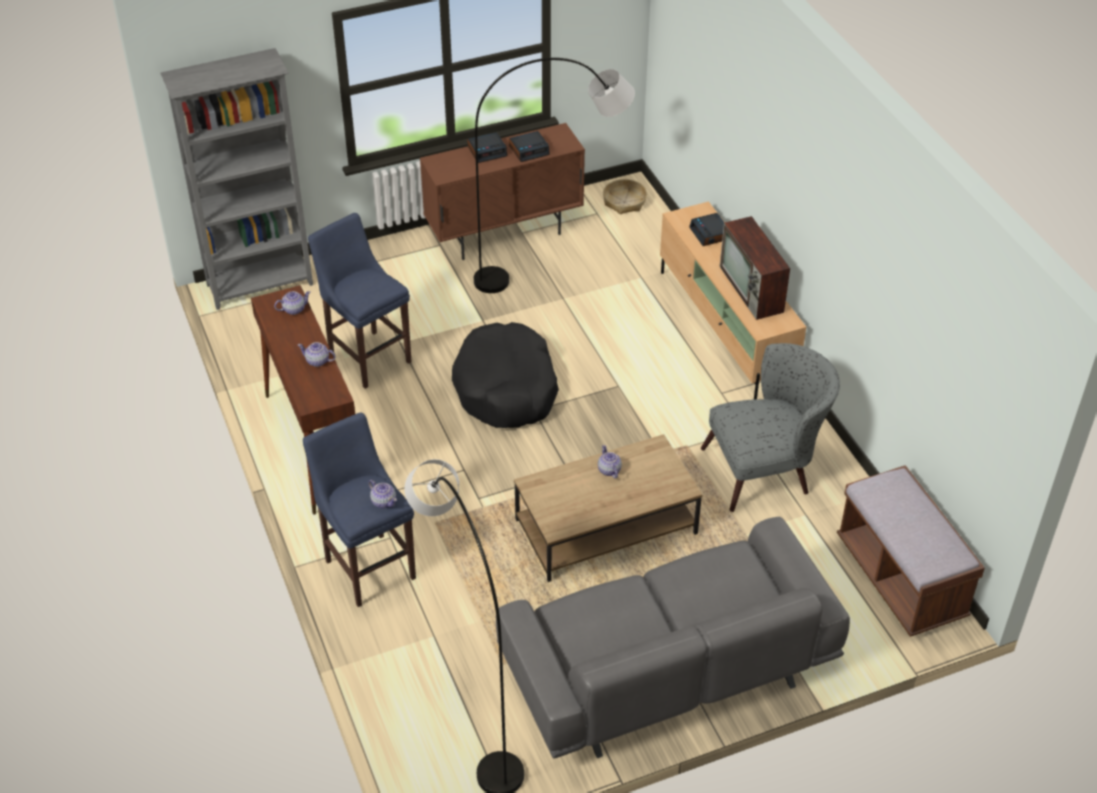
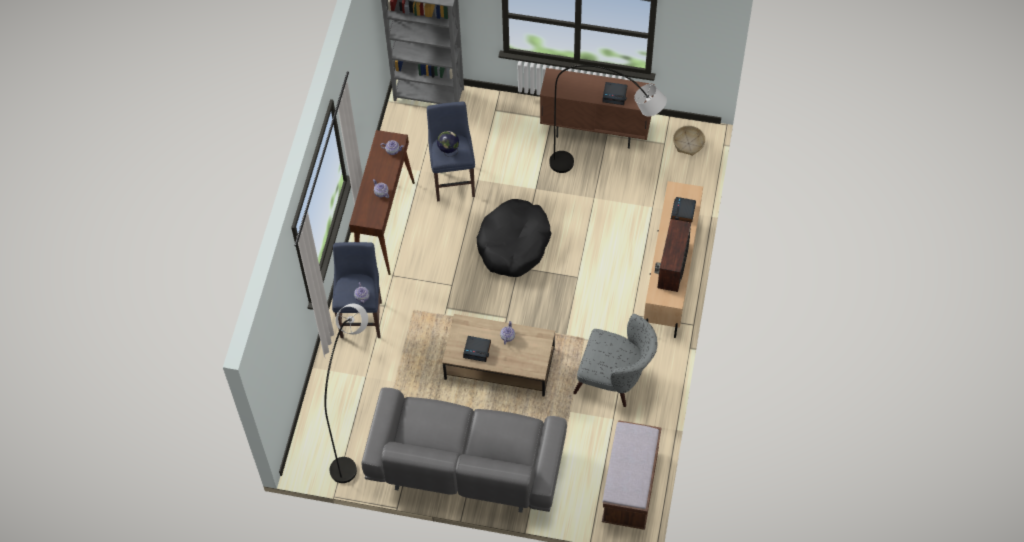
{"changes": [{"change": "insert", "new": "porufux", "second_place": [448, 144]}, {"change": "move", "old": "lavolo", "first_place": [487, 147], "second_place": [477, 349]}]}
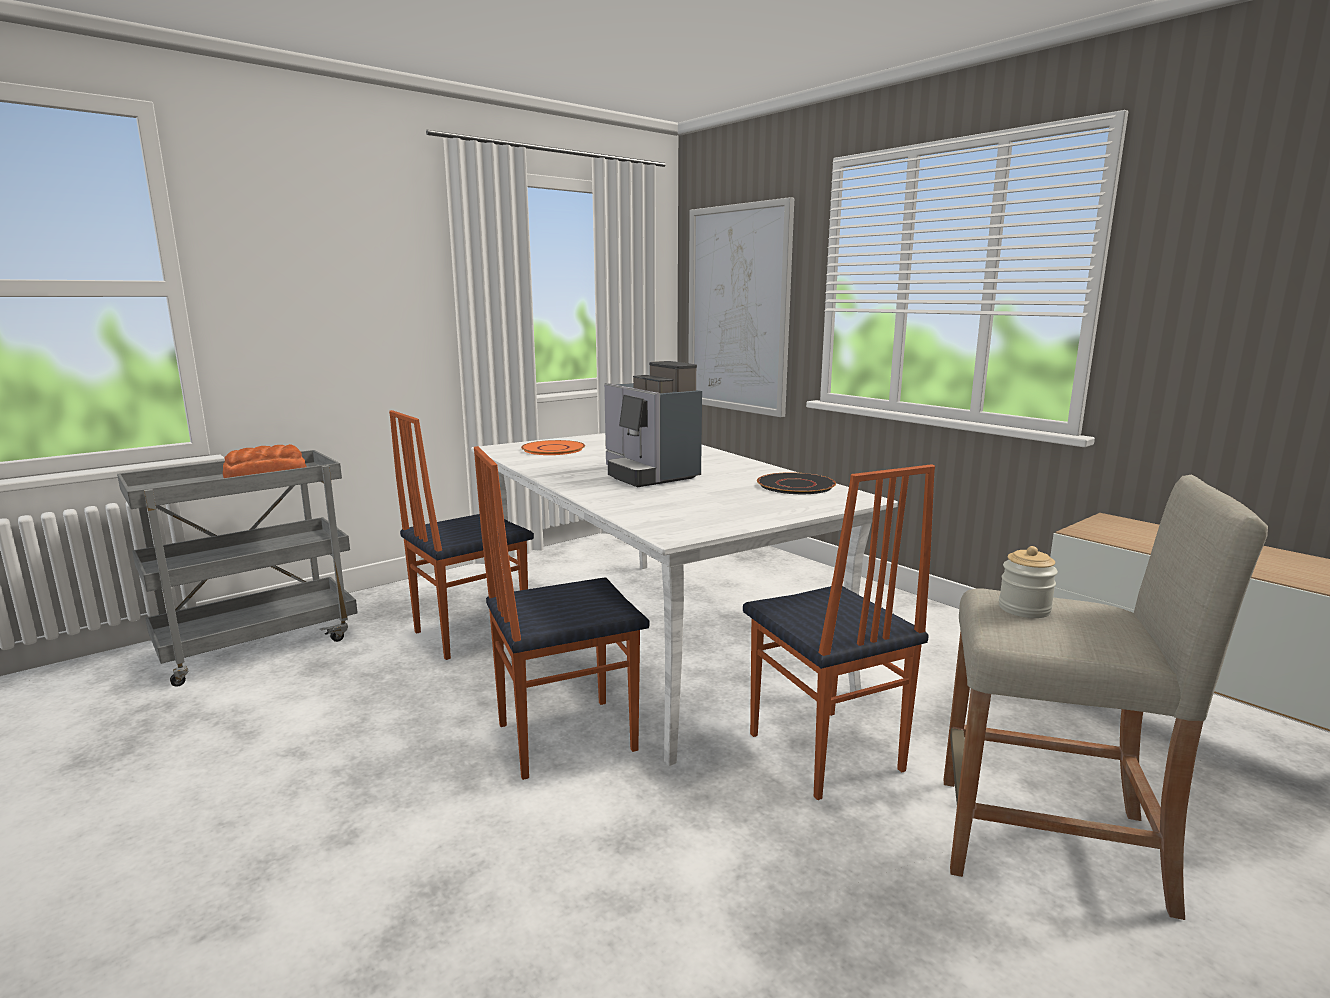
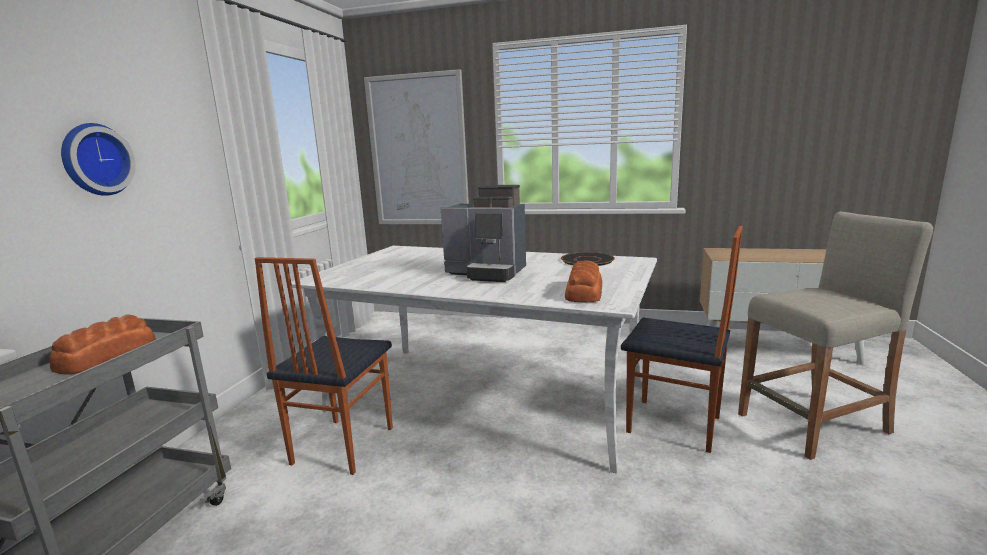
{"changes": [{"change": "delete", "old": "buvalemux", "first_place": [561, 613]}, {"change": "delete", "old": "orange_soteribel", "first_place": [553, 447]}, {"change": "delete", "old": "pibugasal", "first_place": [1028, 582]}, {"change": "insert", "new": "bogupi", "second_place": [98, 159]}, {"change": "insert", "new": "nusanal", "second_place": [583, 281]}]}
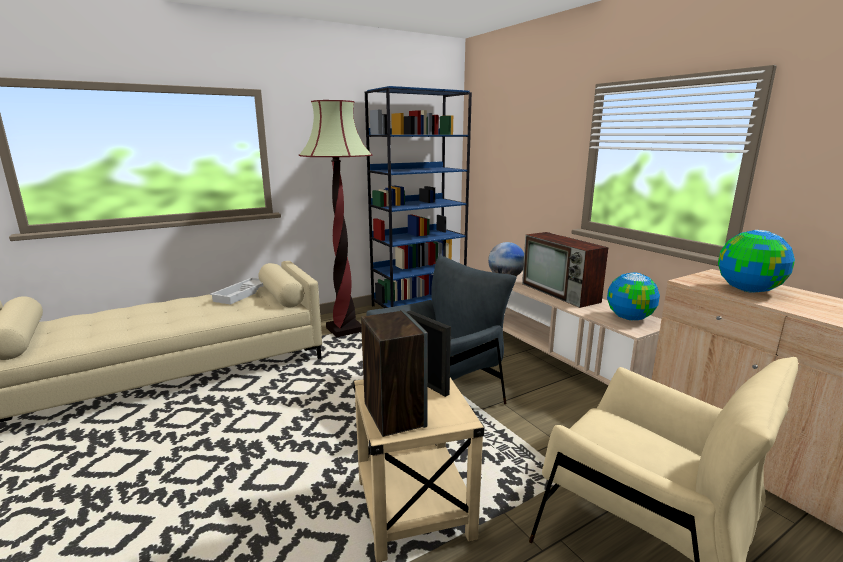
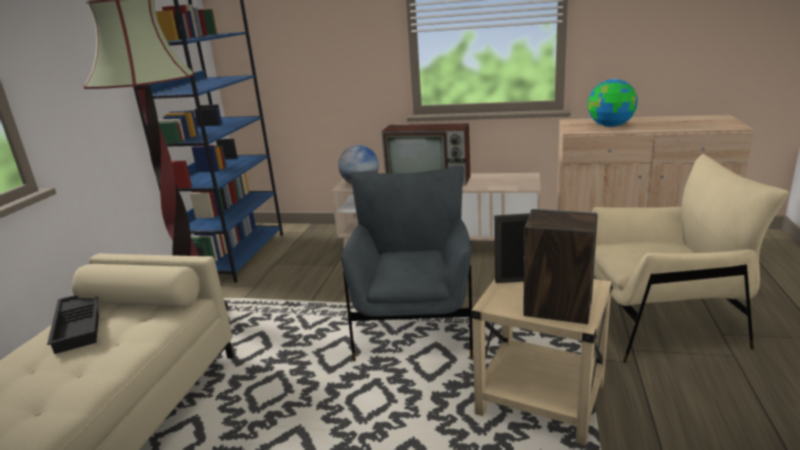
{"changes": [{"change": "delete", "old": "porufux", "first_place": [633, 296]}, {"change": "recolor", "old": "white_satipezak", "new": "black_satipezak", "first_place": [236, 291], "second_place": [73, 324]}]}
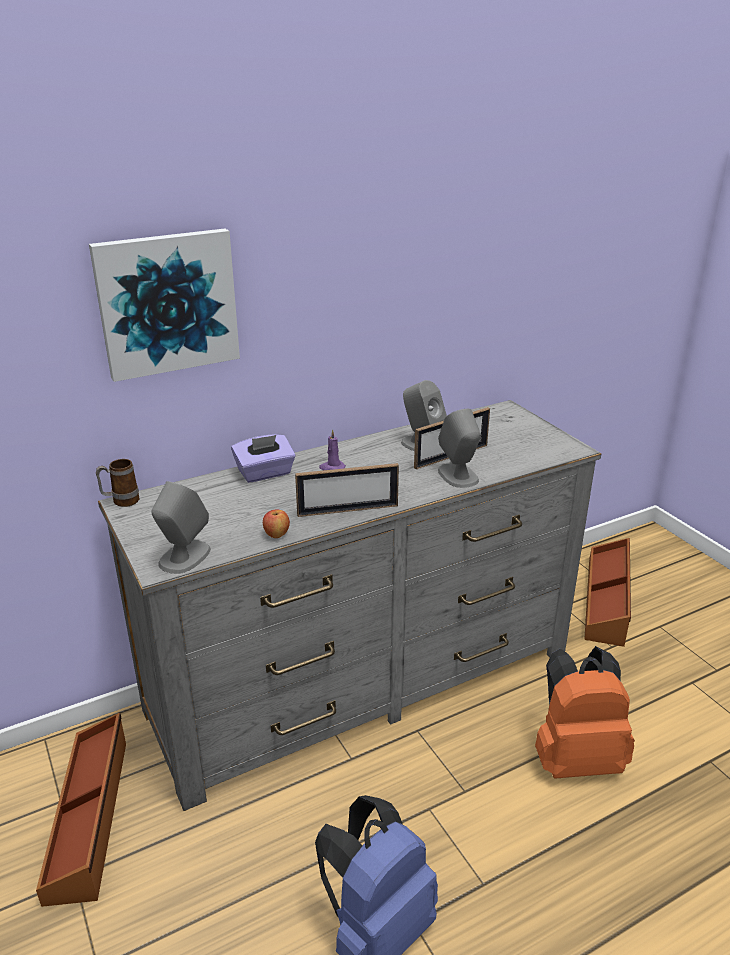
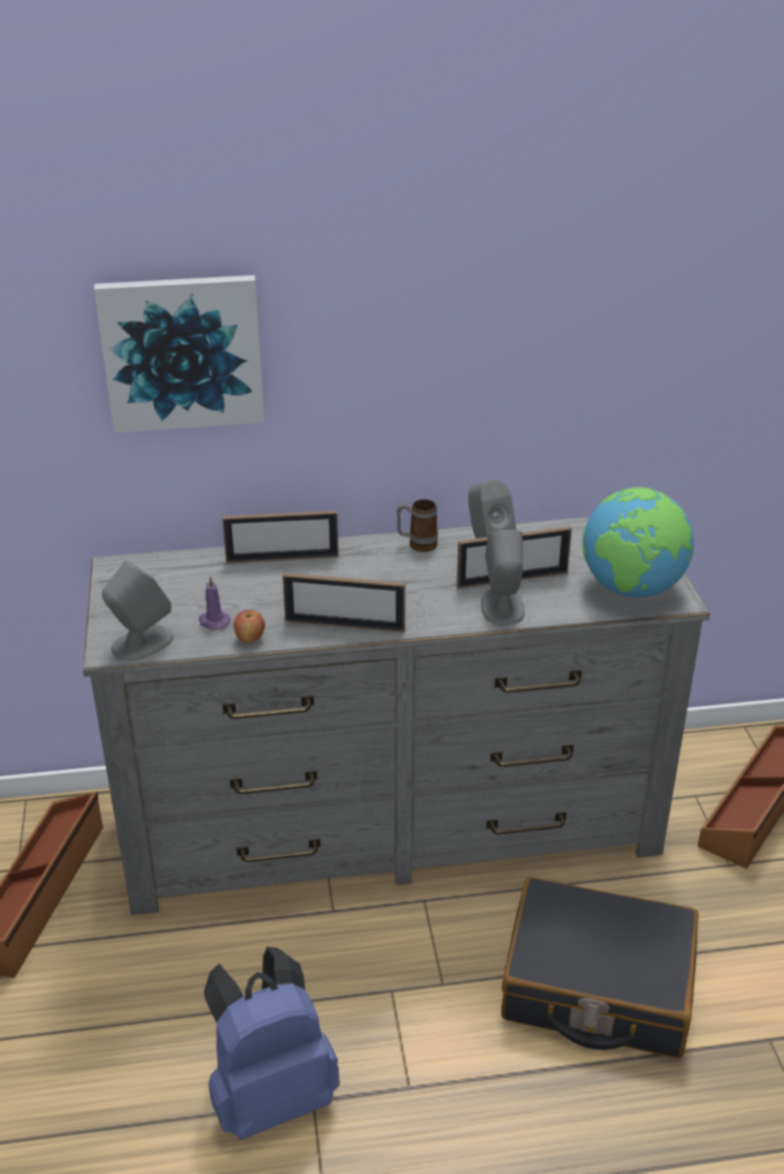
{"changes": [{"change": "insert", "new": "porufux", "second_place": [638, 542]}, {"change": "move", "old": "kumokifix", "first_place": [117, 483], "second_place": [417, 525]}, {"change": "move", "old": "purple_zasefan", "first_place": [332, 449], "second_place": [215, 603]}, {"change": "replace", "old": "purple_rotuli", "new": "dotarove", "first_place": [263, 458], "second_place": [280, 536]}, {"change": "replace", "old": "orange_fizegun", "new": "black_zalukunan", "first_place": [585, 712], "second_place": [600, 967]}]}
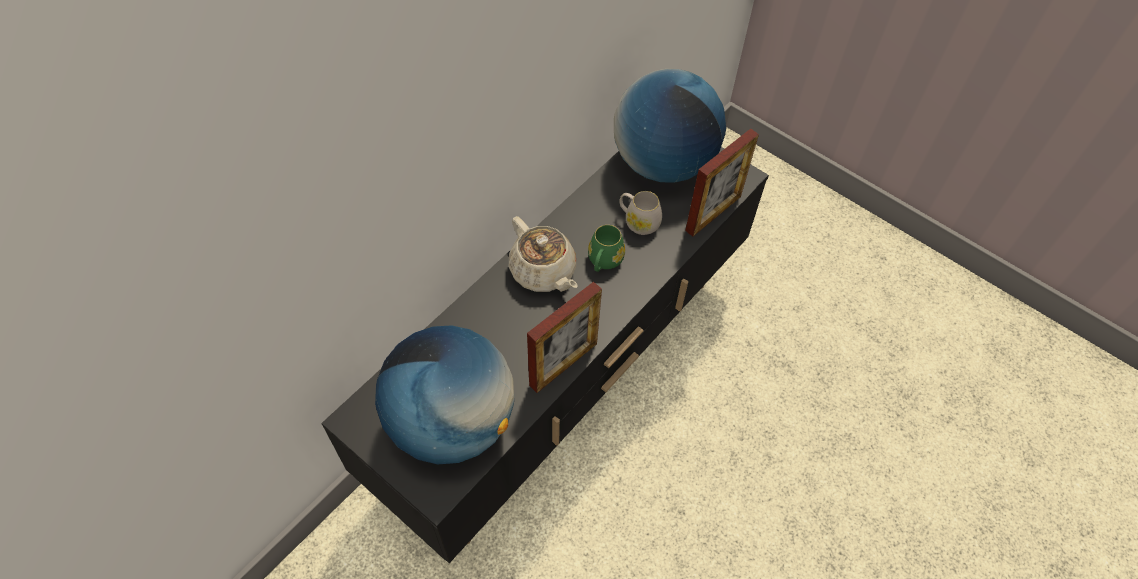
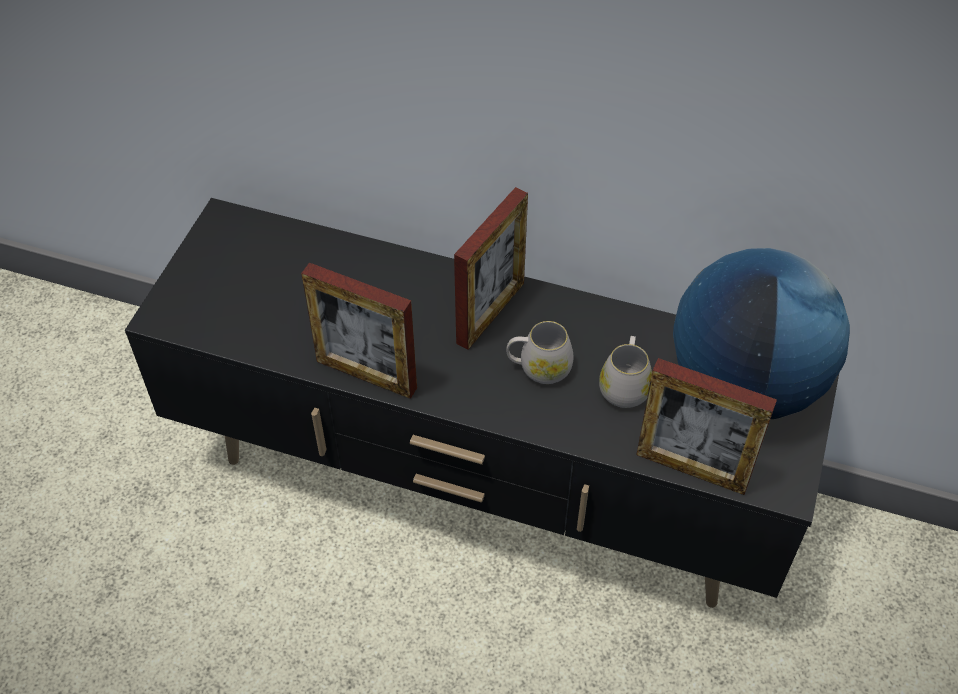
{"changes": [{"change": "delete", "old": "porufux", "first_place": [444, 394]}, {"change": "replace", "old": "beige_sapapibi", "new": "dotarove", "first_place": [543, 254], "second_place": [491, 268]}, {"change": "recolor", "old": "green_kumokifix", "new": "white_kumokifix", "first_place": [606, 248], "second_place": [539, 352]}]}
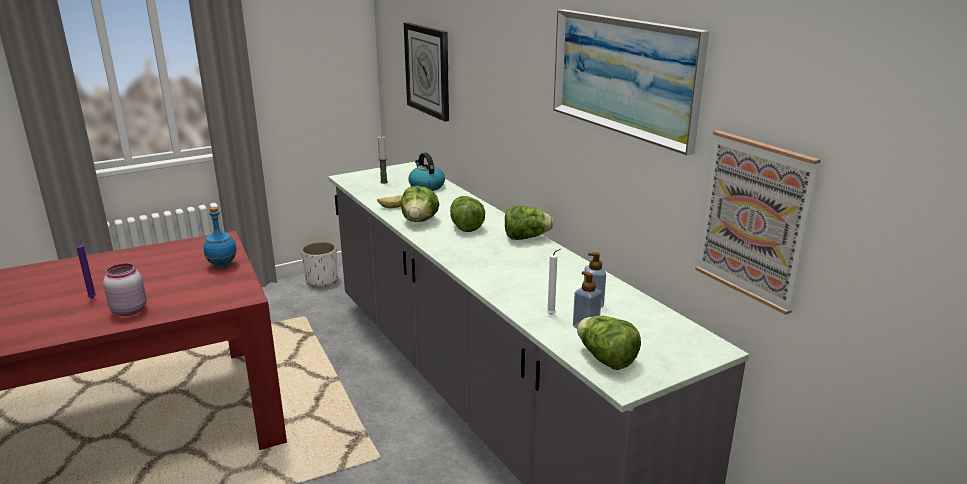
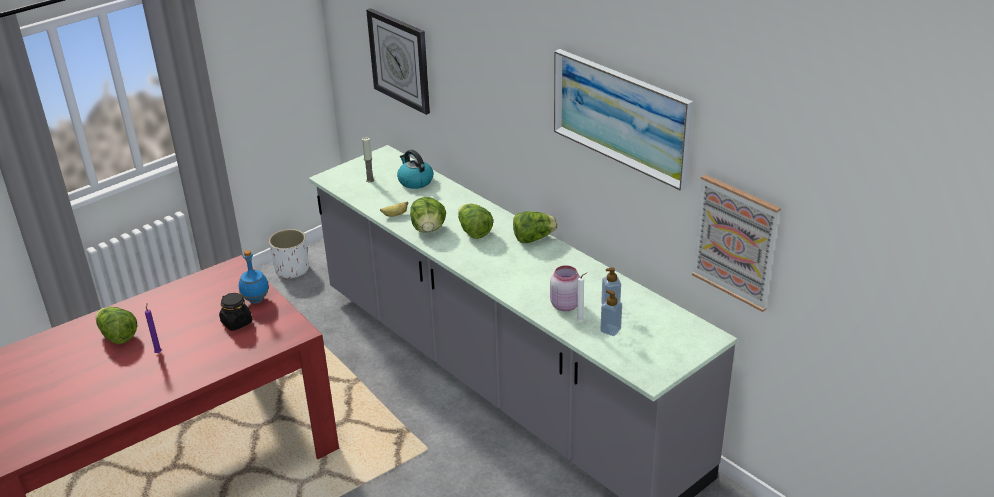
{"changes": [{"change": "insert", "new": "black_pibugasal", "second_place": [235, 312]}, {"change": "move", "old": "pink_pibugasal", "first_place": [124, 290], "second_place": [565, 288]}, {"change": "move", "old": "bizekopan", "first_place": [609, 343], "second_place": [117, 325]}]}
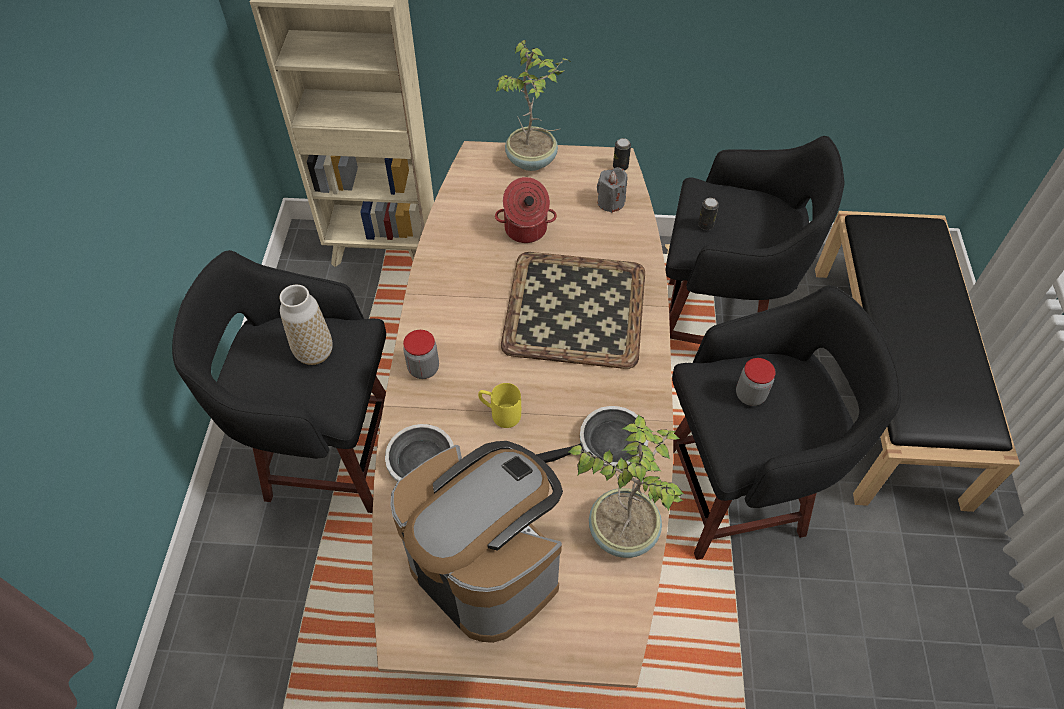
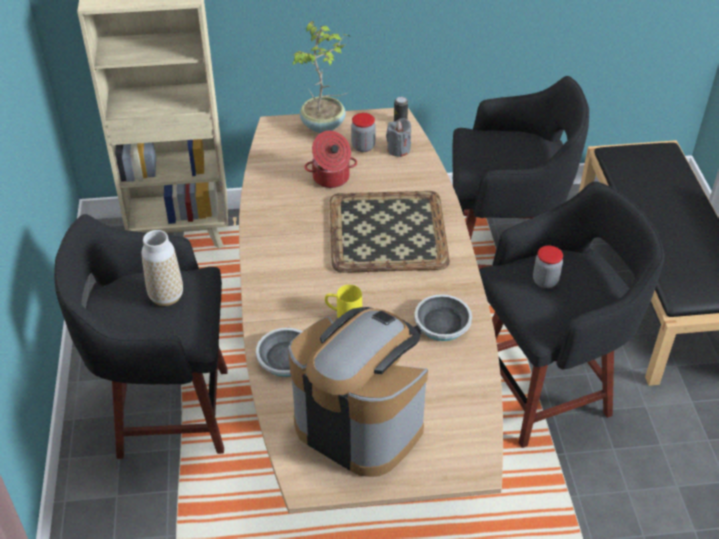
{"changes": [{"change": "delete", "old": "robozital", "first_place": [626, 486]}, {"change": "delete", "old": "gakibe", "first_place": [708, 214]}, {"change": "move", "old": "pibugasal", "first_place": [421, 354], "second_place": [363, 132]}]}
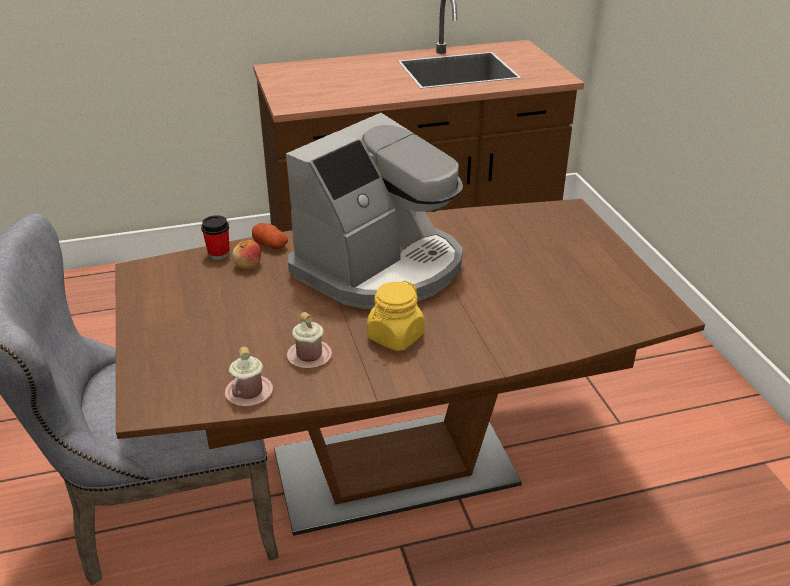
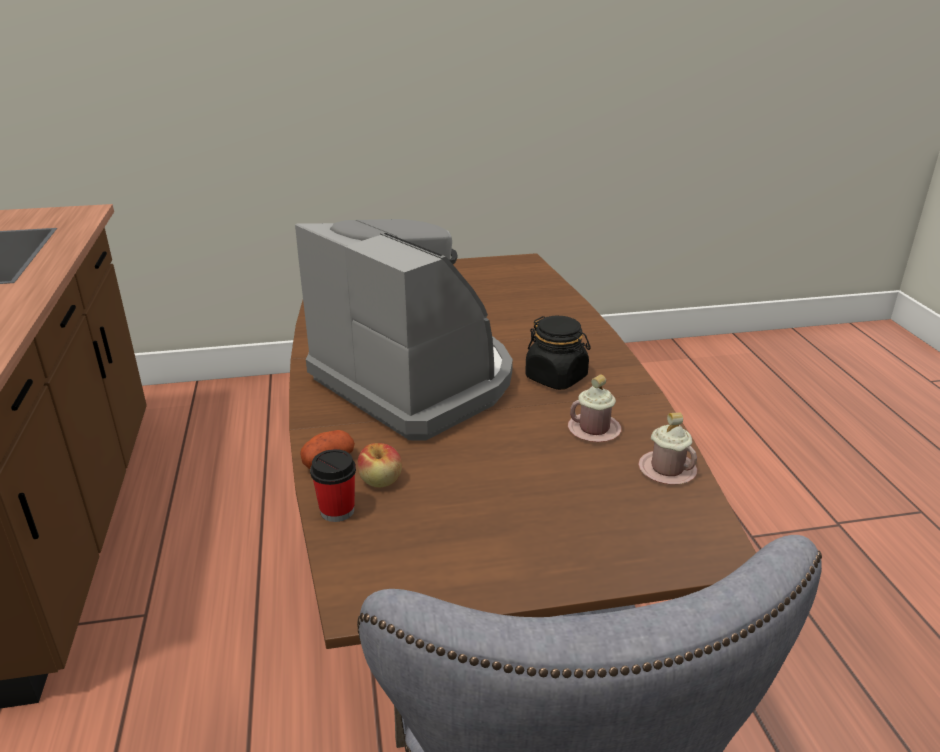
{"changes": [{"change": "recolor", "old": "yellow_pibugasal", "new": "black_pibugasal", "first_place": [396, 315], "second_place": [558, 353]}]}
